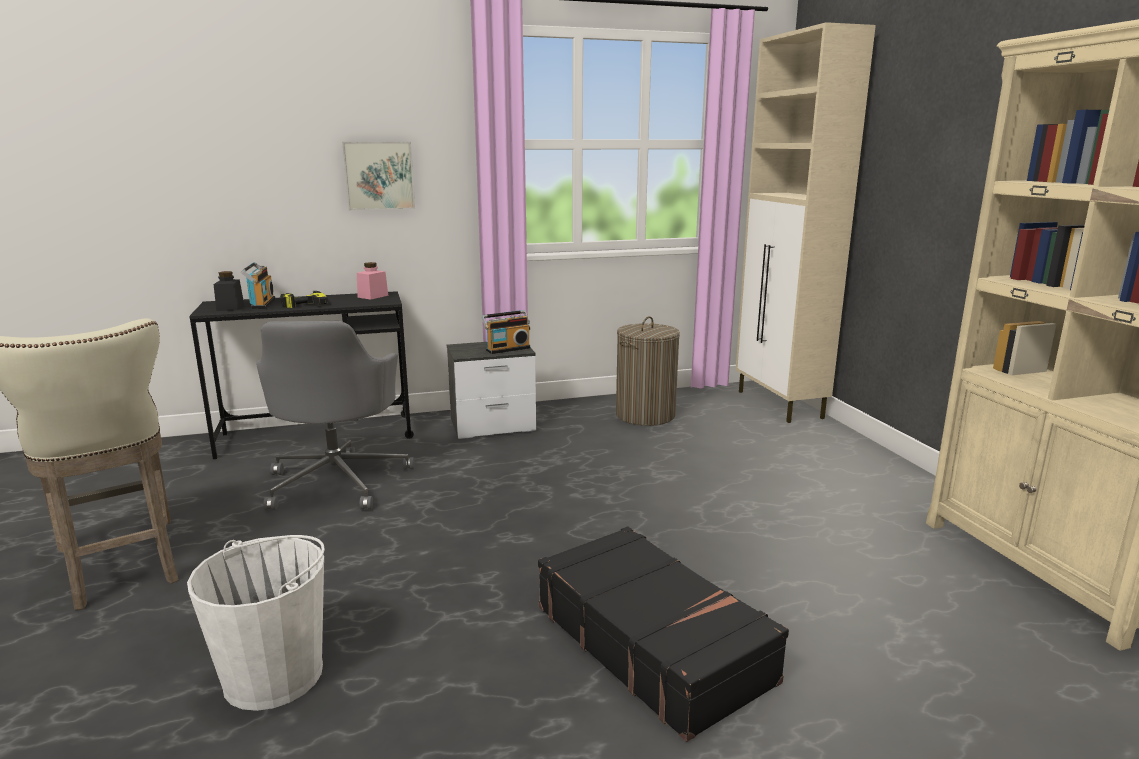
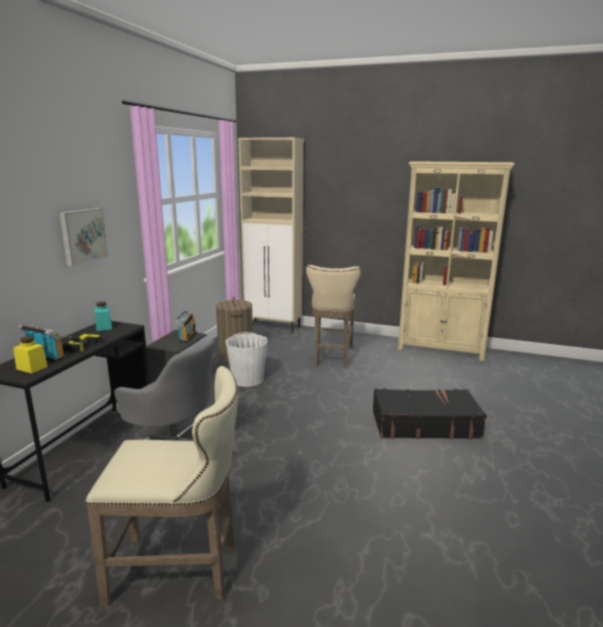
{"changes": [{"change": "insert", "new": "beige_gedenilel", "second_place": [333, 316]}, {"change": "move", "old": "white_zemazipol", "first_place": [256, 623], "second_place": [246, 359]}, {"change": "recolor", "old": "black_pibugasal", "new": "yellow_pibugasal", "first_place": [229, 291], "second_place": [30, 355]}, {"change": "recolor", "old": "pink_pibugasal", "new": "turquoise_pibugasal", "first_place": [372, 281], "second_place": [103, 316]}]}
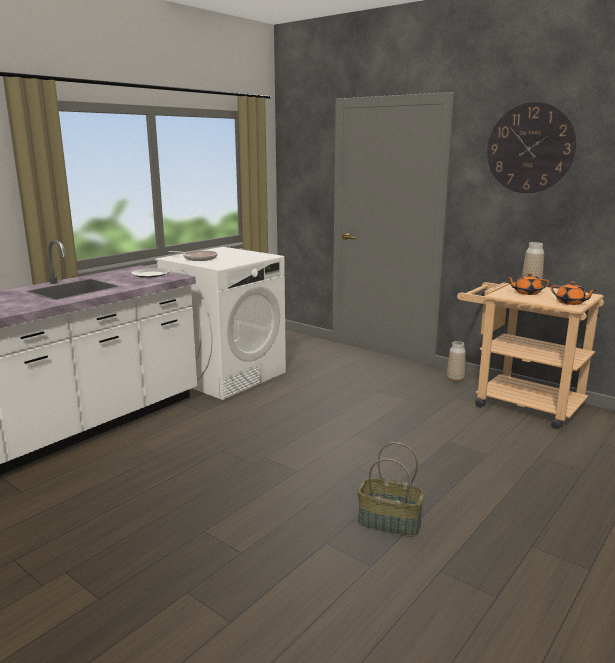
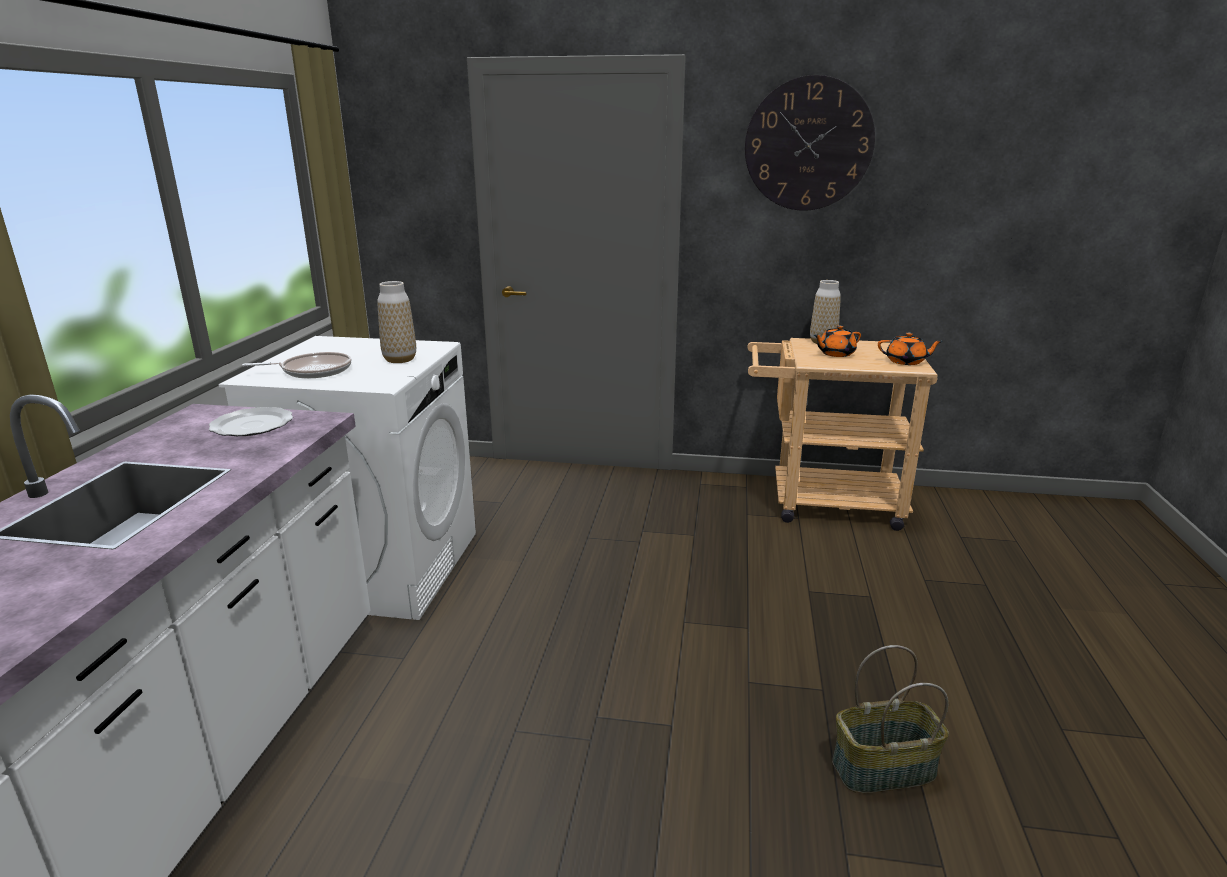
{"changes": [{"change": "move", "old": "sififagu", "first_place": [456, 361], "second_place": [396, 322]}]}
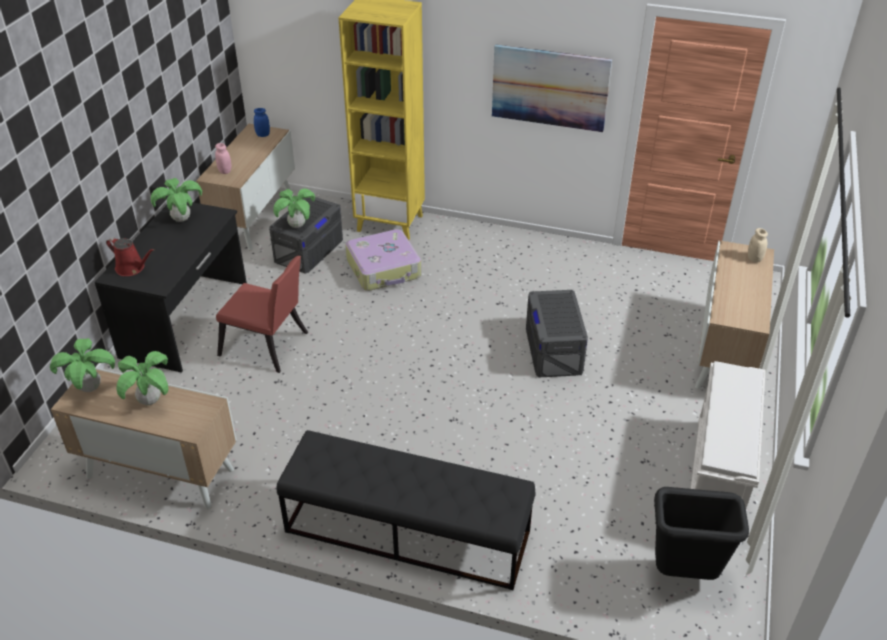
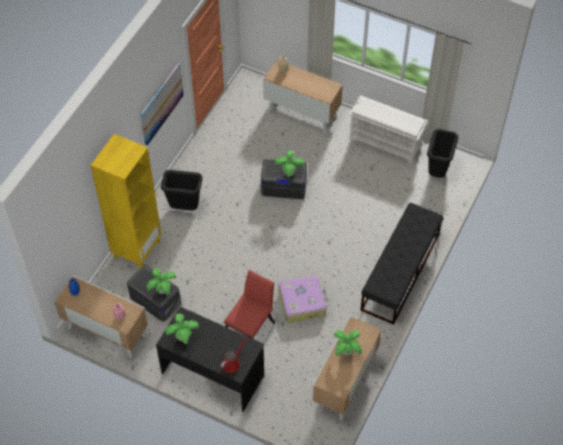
{"changes": [{"change": "insert", "new": "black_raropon", "second_place": [181, 190]}, {"change": "move", "old": "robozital", "first_place": [82, 365], "second_place": [289, 164]}, {"change": "move", "old": "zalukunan", "first_place": [383, 260], "second_place": [302, 299]}]}
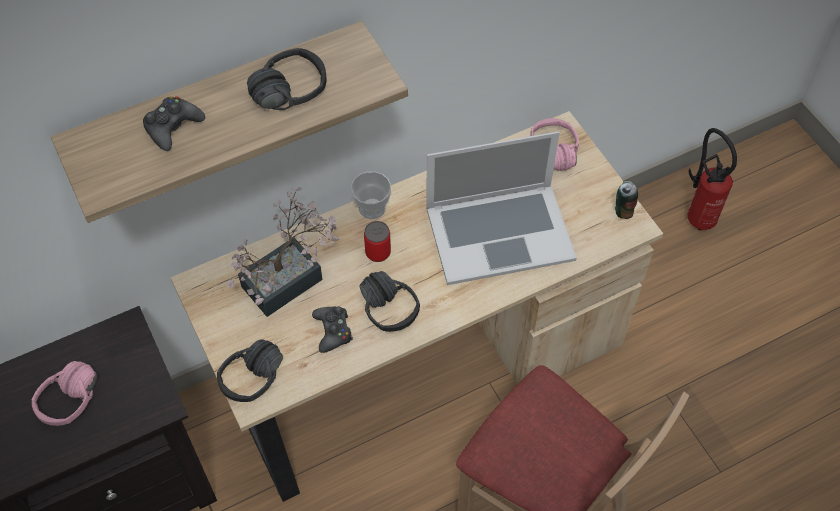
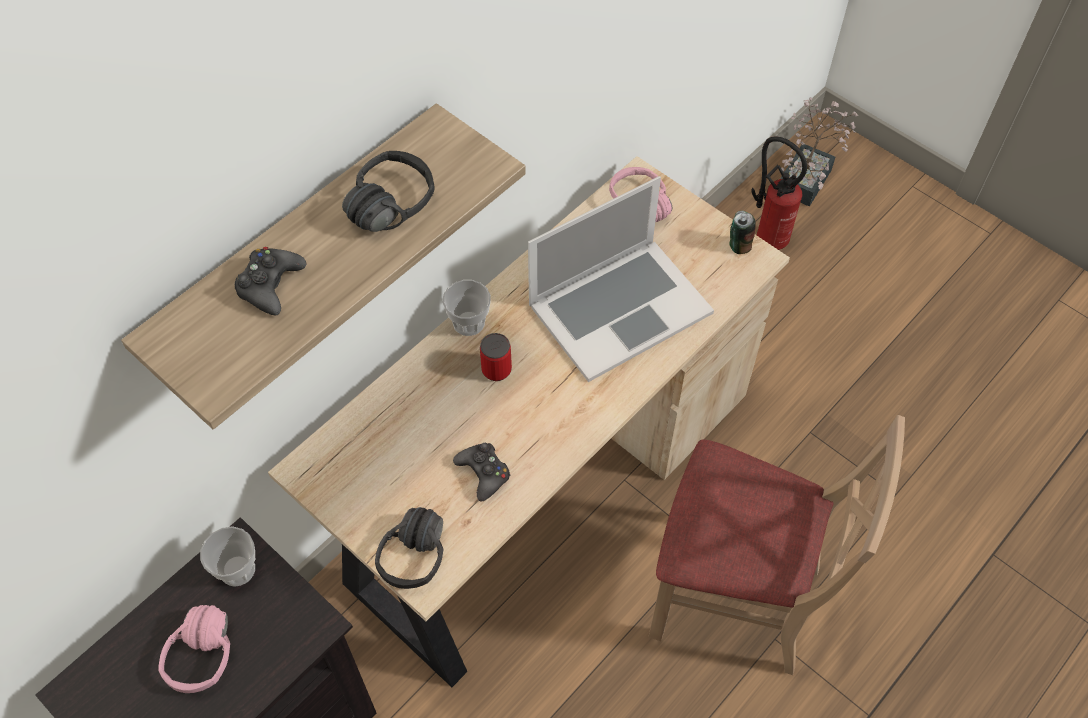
{"changes": [{"change": "delete", "old": "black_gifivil", "first_place": [389, 301]}, {"change": "insert", "new": "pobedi", "second_place": [227, 556]}, {"change": "move", "old": "robozital", "first_place": [283, 252], "second_place": [819, 152]}]}
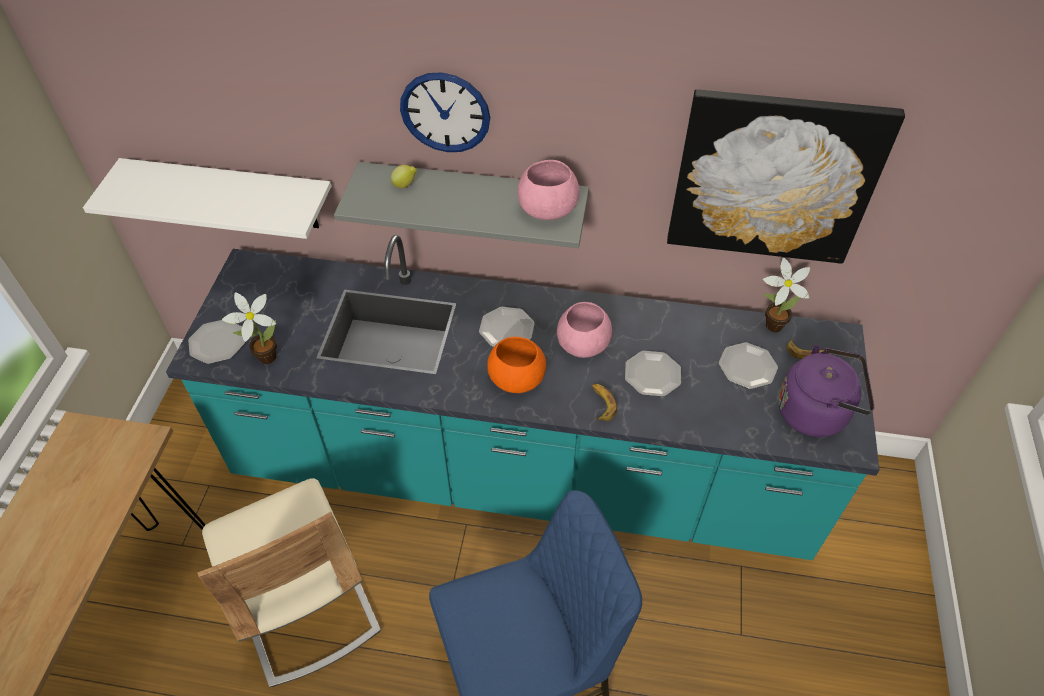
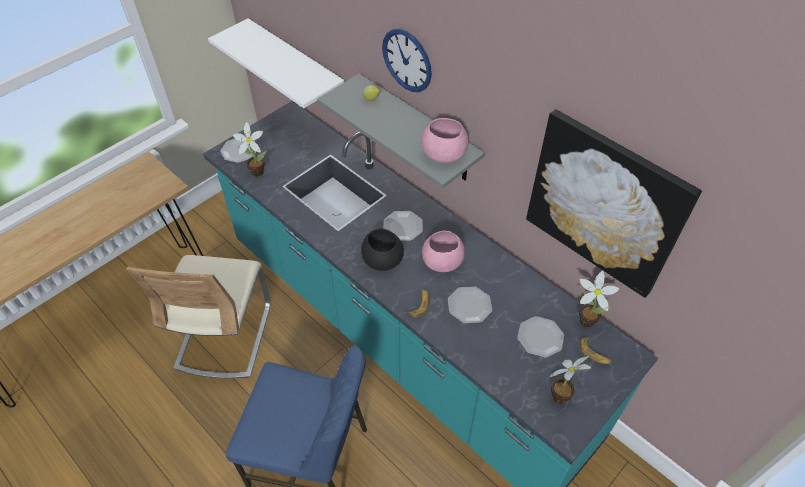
{"changes": [{"change": "replace", "old": "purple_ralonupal", "new": "robozital", "first_place": [826, 391], "second_place": [570, 380]}, {"change": "recolor", "old": "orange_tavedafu", "new": "black_tavedafu", "first_place": [516, 365], "second_place": [382, 250]}]}
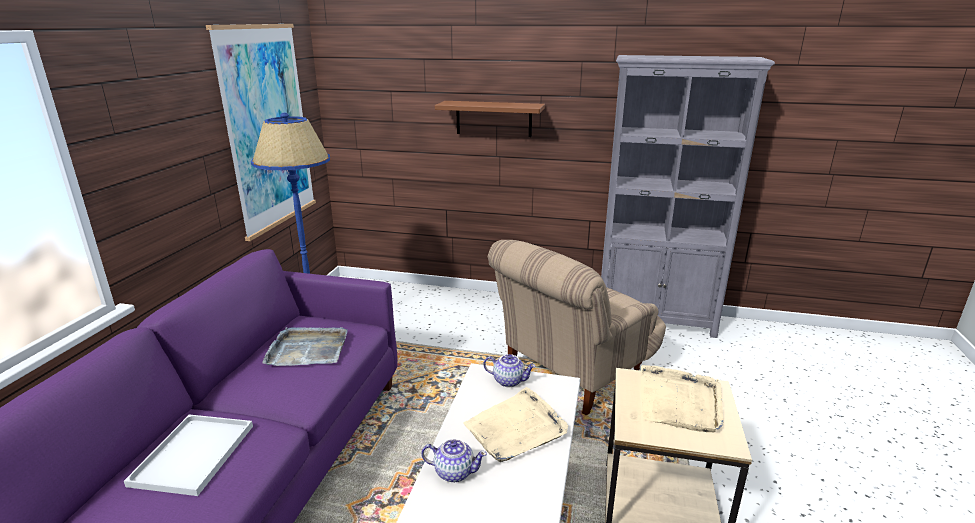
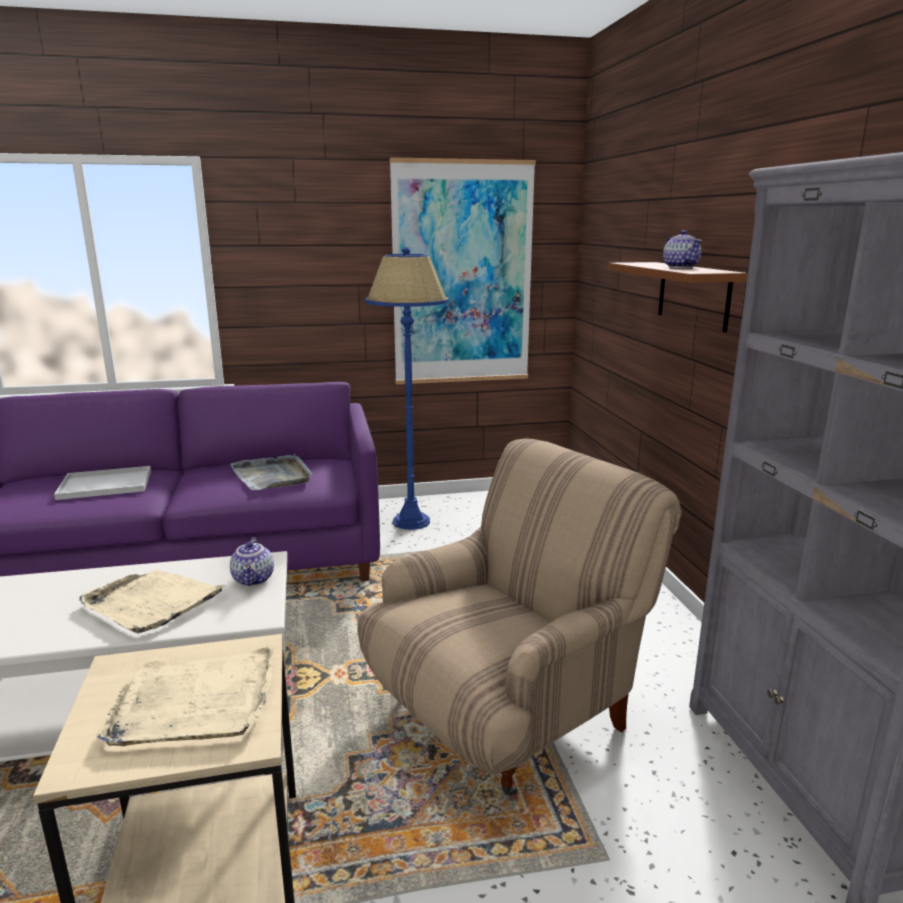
{"changes": [{"change": "move", "old": "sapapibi", "first_place": [454, 460], "second_place": [682, 249]}, {"change": "rotate", "old": "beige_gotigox", "first_place": [577, 328], "second_place": [520, 617], "degrees": 120}]}
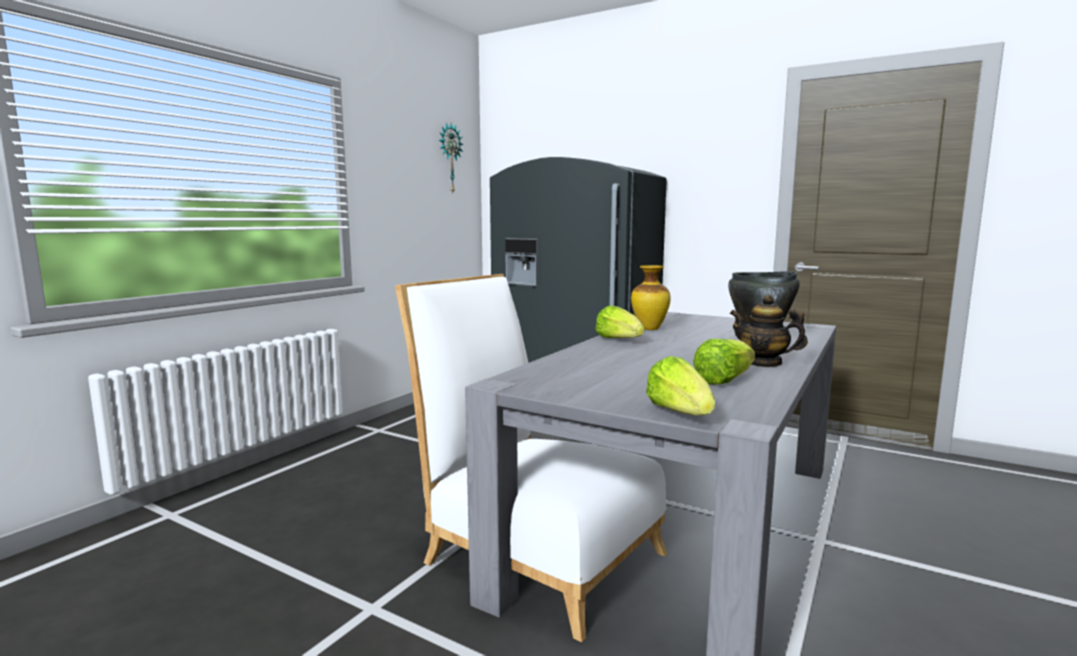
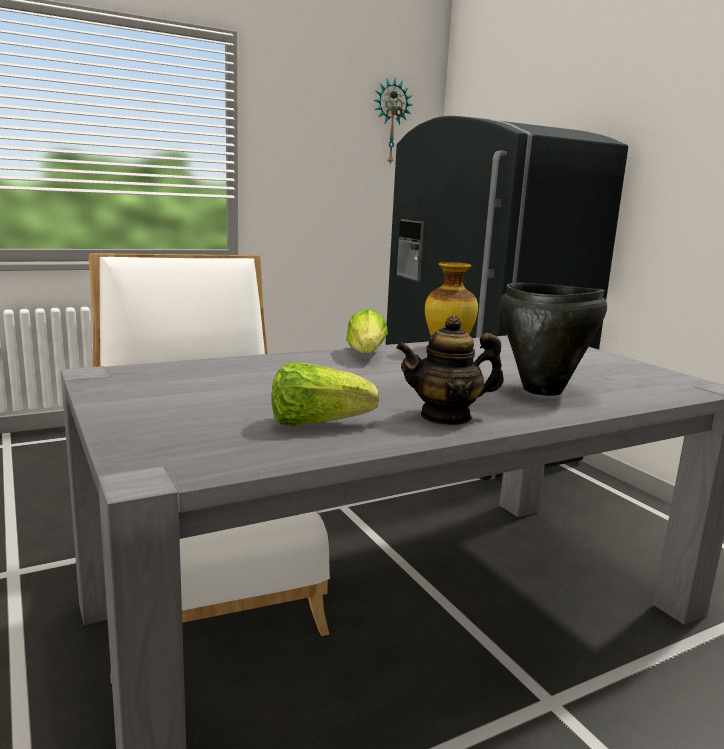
{"changes": [{"change": "delete", "old": "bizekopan", "first_place": [680, 385]}, {"change": "rotate", "old": "sapapibi", "first_place": [768, 331], "second_place": [450, 370], "degrees": -75}]}
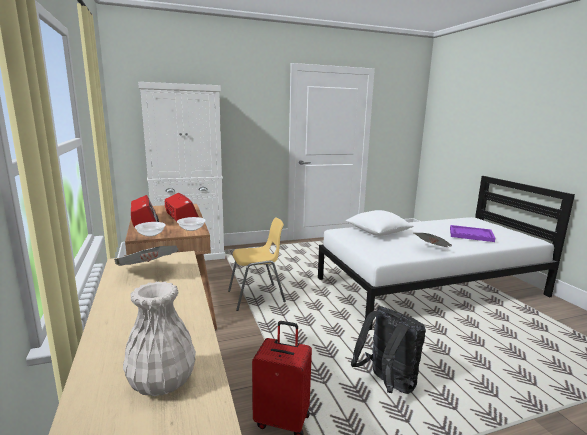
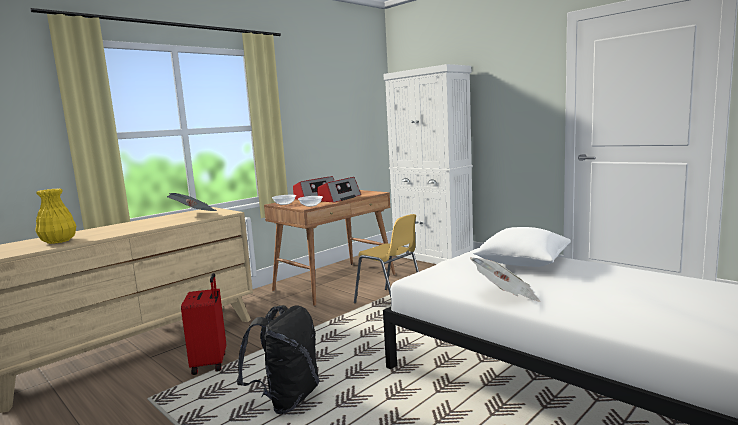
{"changes": [{"change": "delete", "old": "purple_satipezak", "first_place": [472, 233]}, {"change": "recolor", "old": "white_sififagu", "new": "yellow_sififagu", "first_place": [159, 338], "second_place": [55, 216]}]}
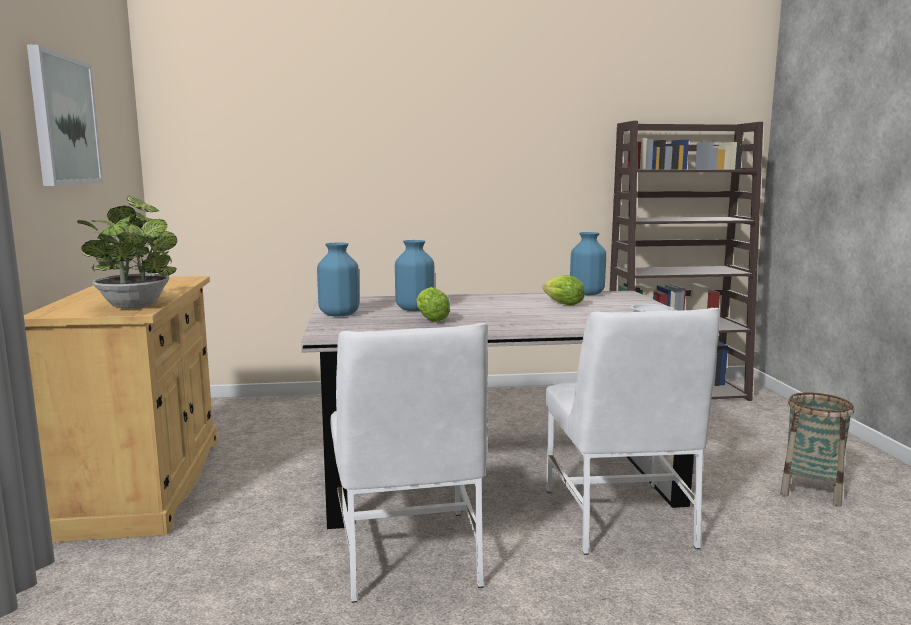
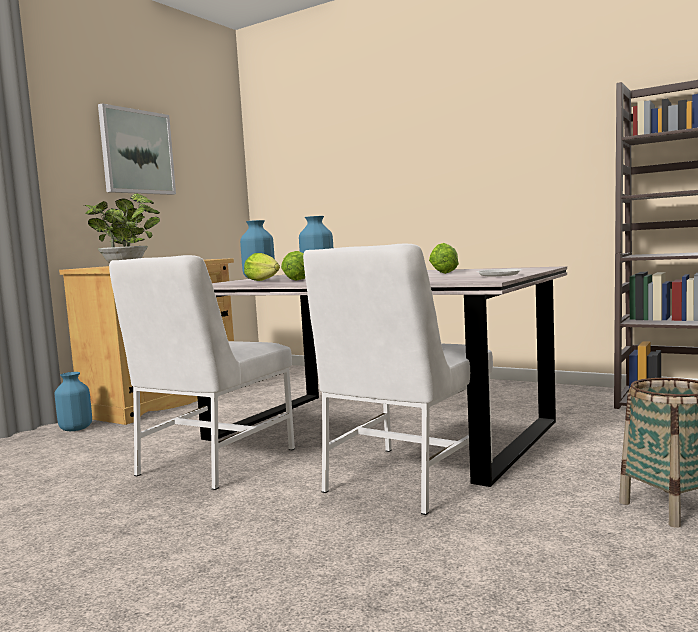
{"changes": [{"change": "insert", "new": "bizekopan", "second_place": [262, 267]}, {"change": "move", "old": "blue_sififagu", "first_place": [588, 263], "second_place": [73, 401]}]}
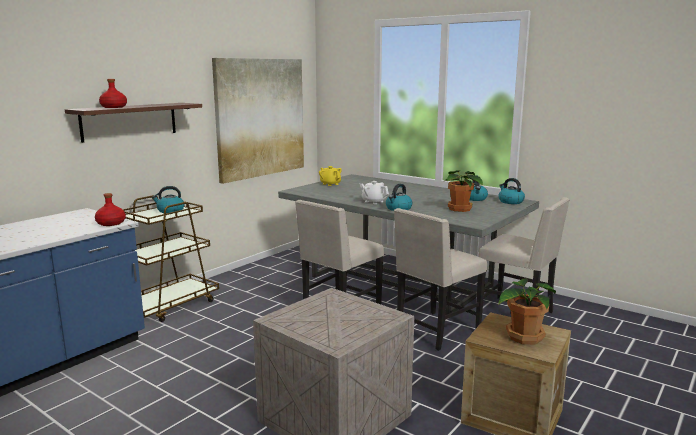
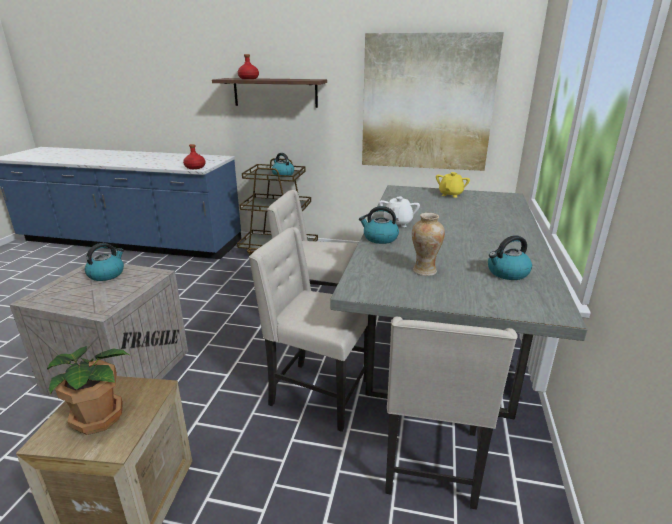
{"changes": [{"change": "move", "old": "ralonupal", "first_place": [511, 191], "second_place": [104, 262]}, {"change": "replace", "old": "robozital", "new": "sififagu", "first_place": [464, 191], "second_place": [428, 244]}]}
